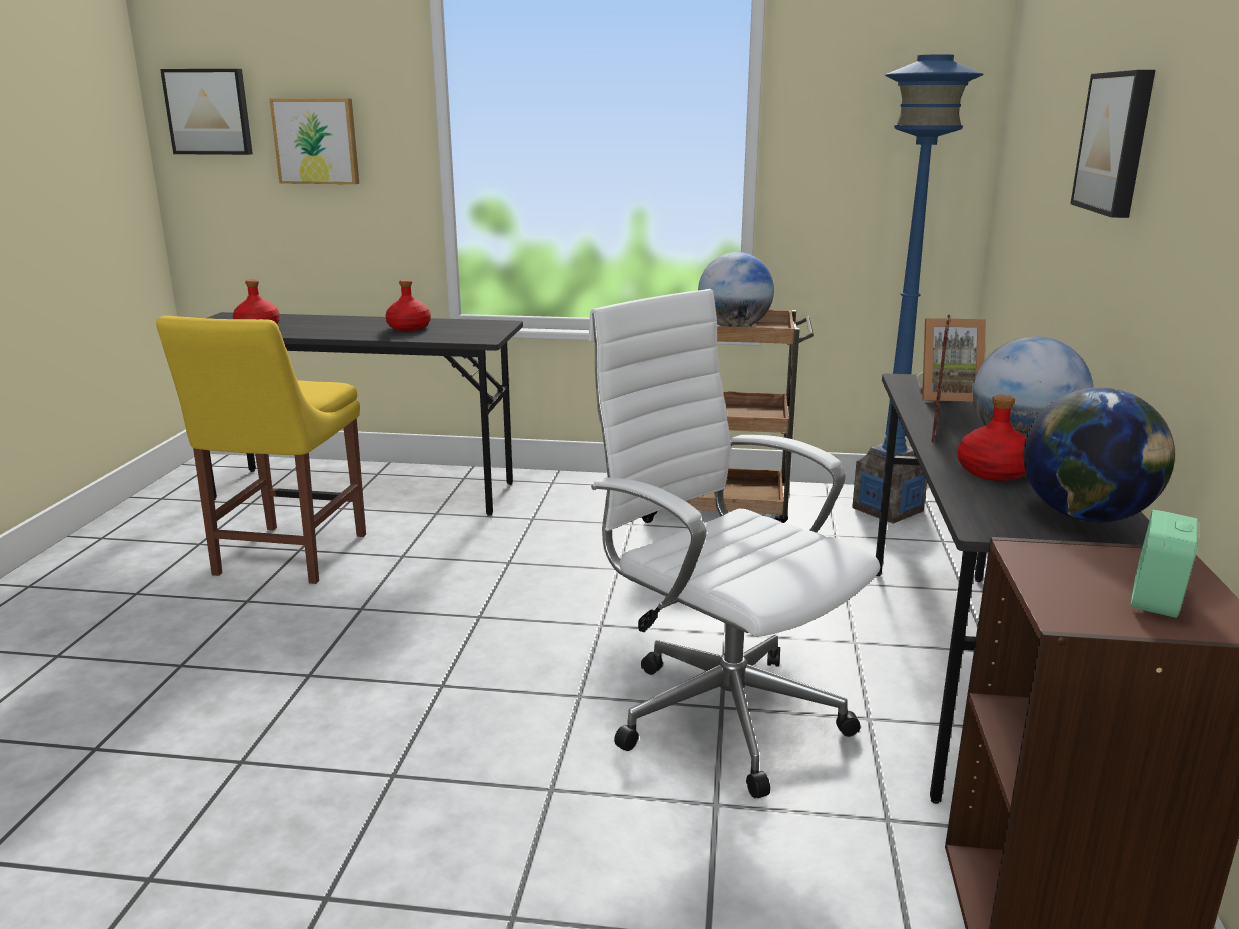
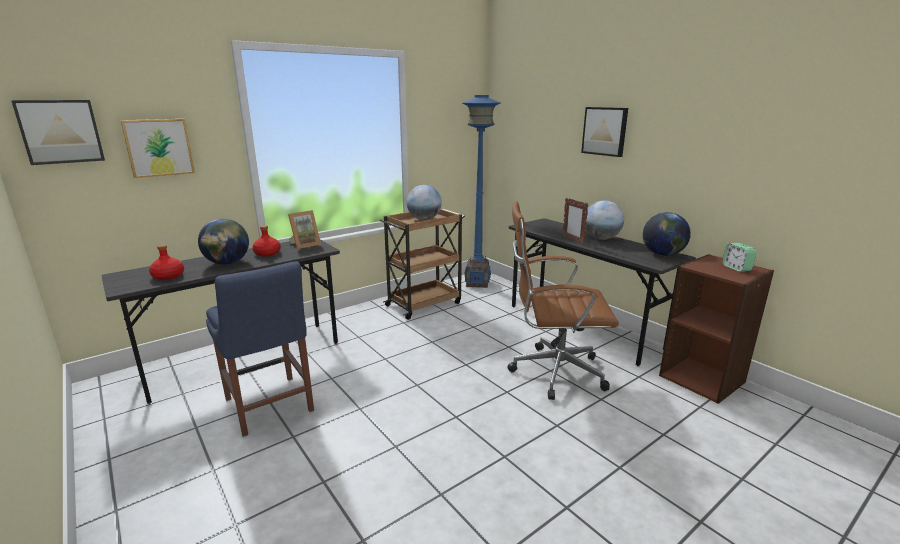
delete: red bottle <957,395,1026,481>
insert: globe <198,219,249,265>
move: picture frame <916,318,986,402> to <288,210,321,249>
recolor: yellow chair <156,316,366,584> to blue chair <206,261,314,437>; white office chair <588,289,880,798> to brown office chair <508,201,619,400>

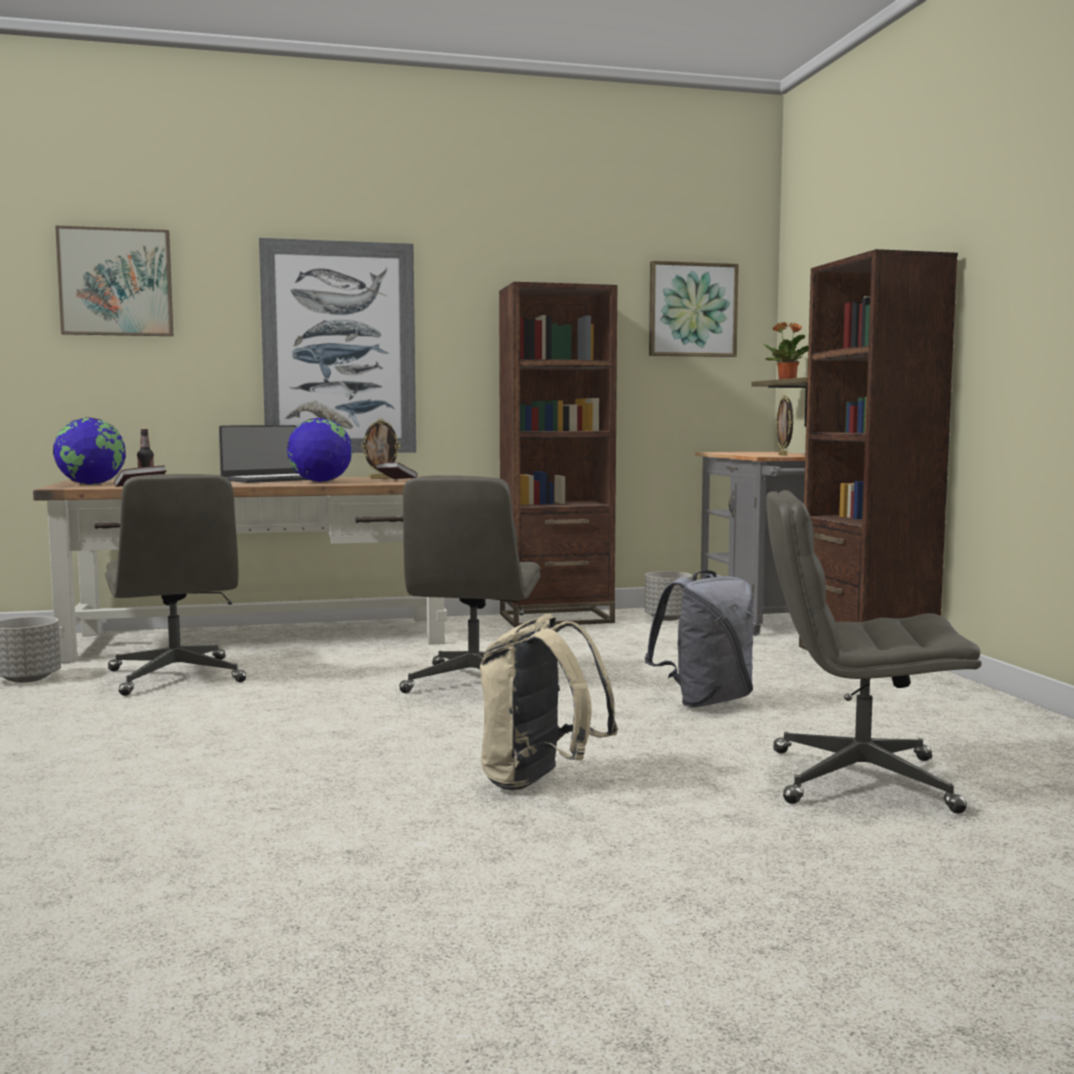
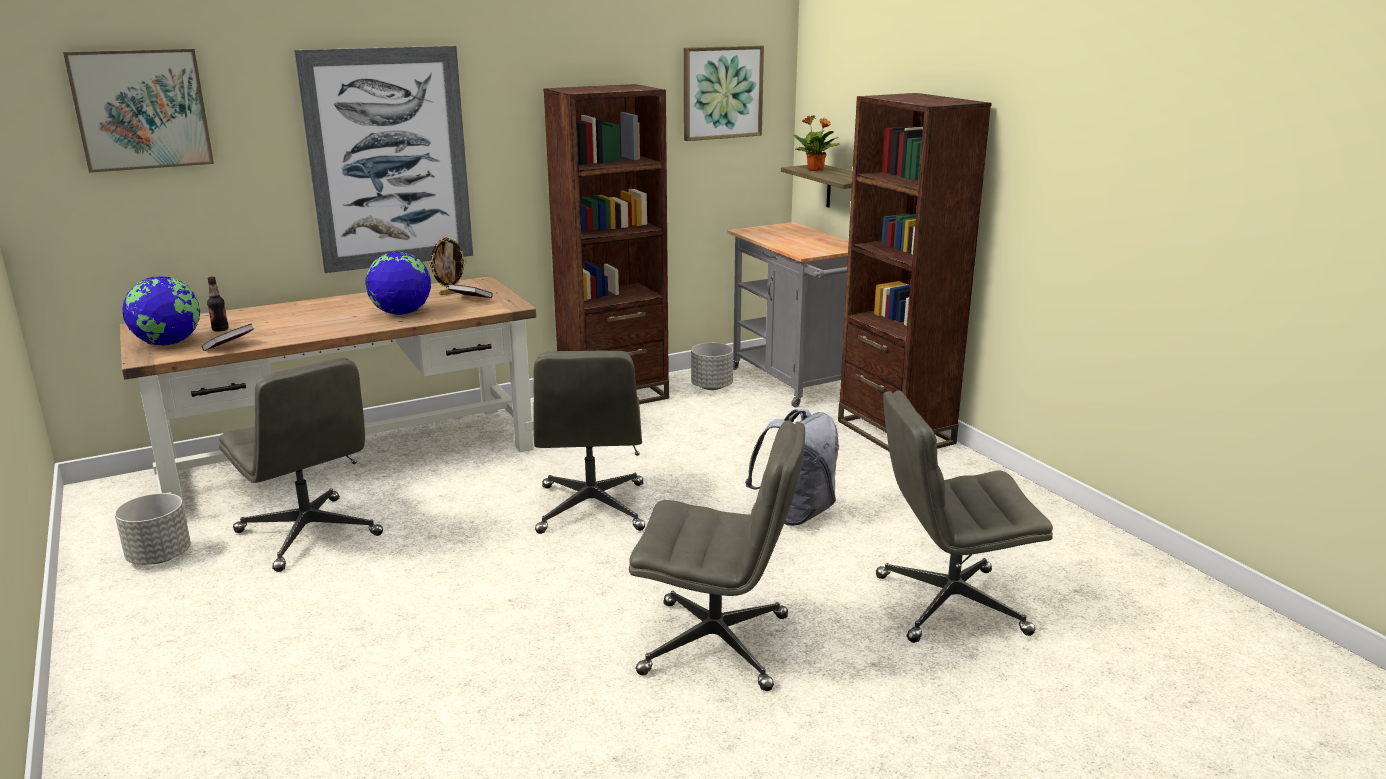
delete: laptop <219,425,308,483>; picture frame <776,394,793,456>
replace: beige backpack <480,614,618,791> to grey office chair <629,420,805,691>

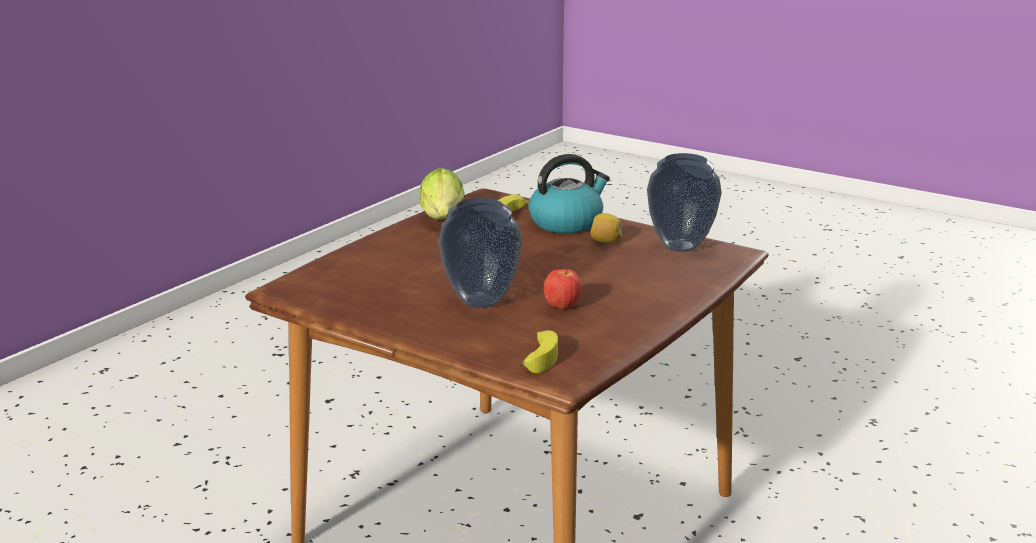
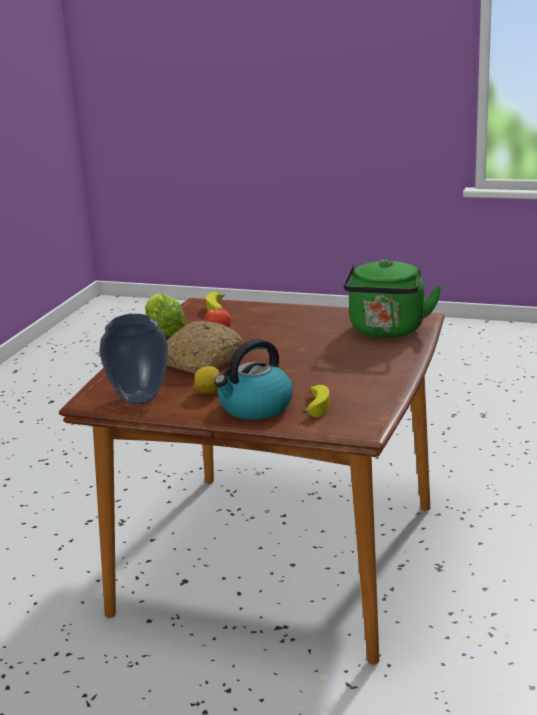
delete: vase <439,198,522,308>
insert: bread <167,321,244,373>; green kettle <343,259,442,338>
move: lettuce <420,168,465,219> to <145,294,186,337>

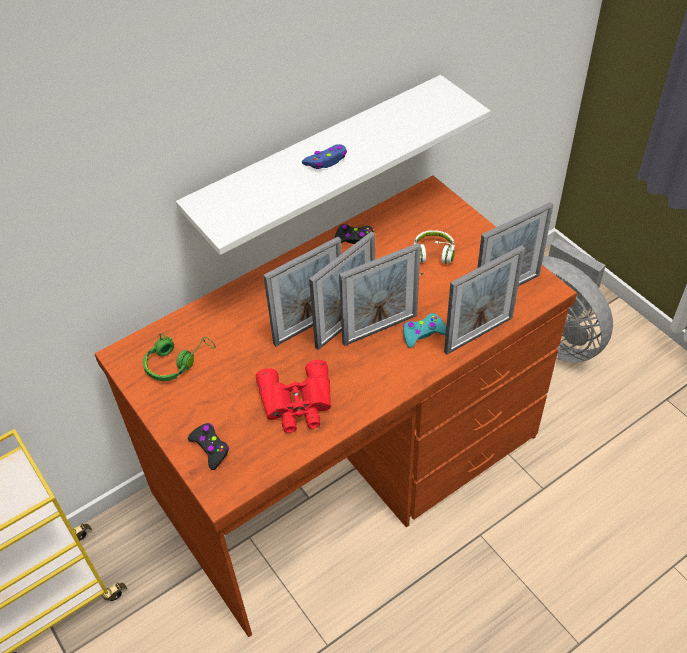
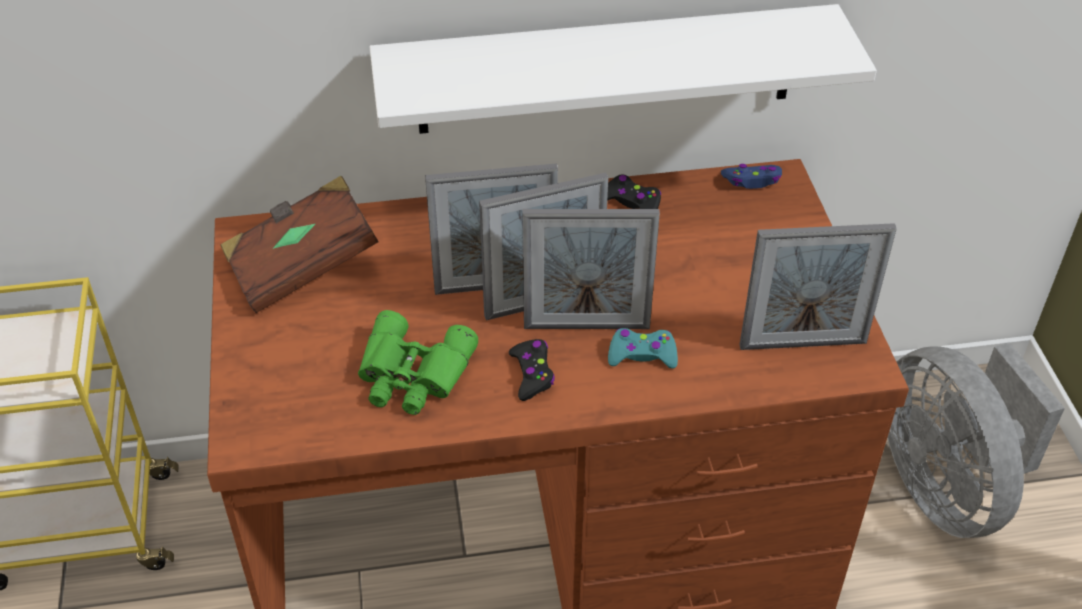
delete: white headphones <414,230,455,275>; picture frame <444,245,525,354>
move: black game controller <188,423,229,470> to <509,339,555,401>; blue game controller <302,144,347,169> to <721,164,782,189>
replace: green headphones <143,333,216,381> to brown book <220,176,379,313>
recolor: red binoculars <256,360,331,433> to green binoculars <358,310,478,415>

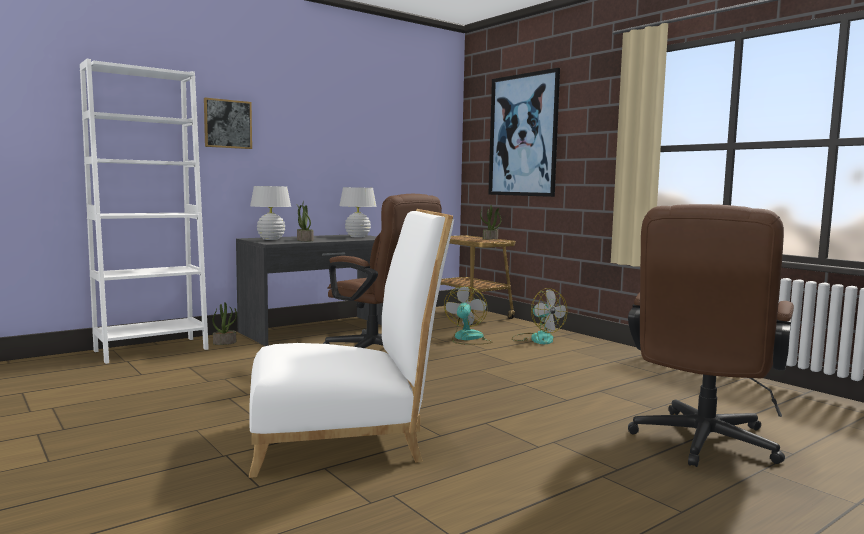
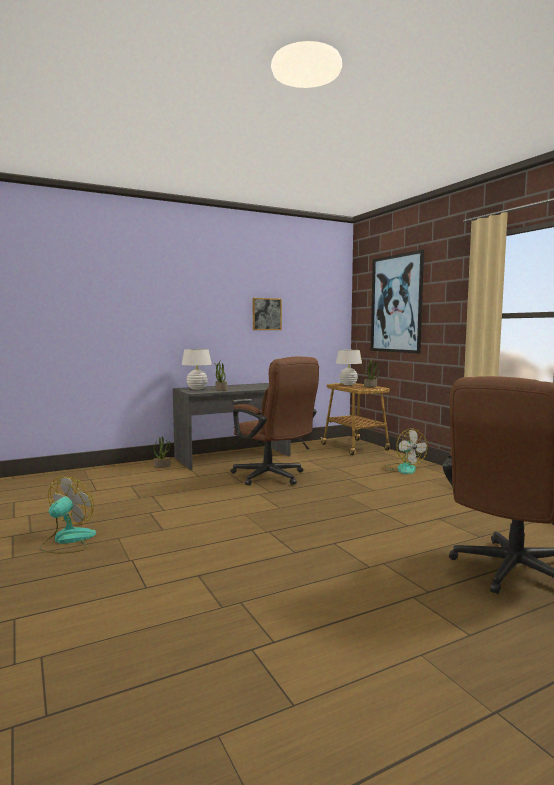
delete: white bookcase <80,59,209,364>; white chair <249,209,454,478>
move: fan <444,286,492,345> to <39,477,96,553>; picture <204,98,252,149> to <253,298,282,330>; white table lamp <339,187,377,237> to <336,350,362,385>

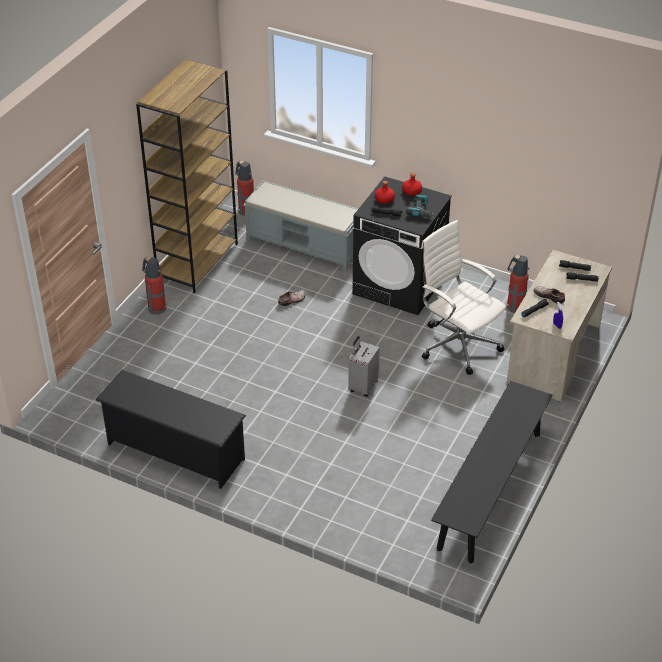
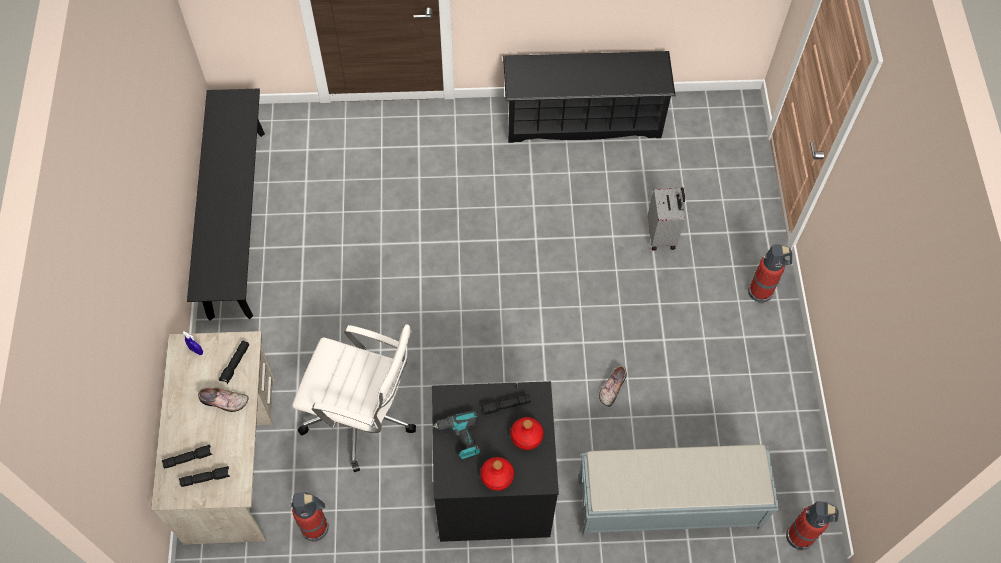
delete: brown bookcase <136,59,238,293>
move: grey suitcase <348,336,380,397> to <647,187,685,251>

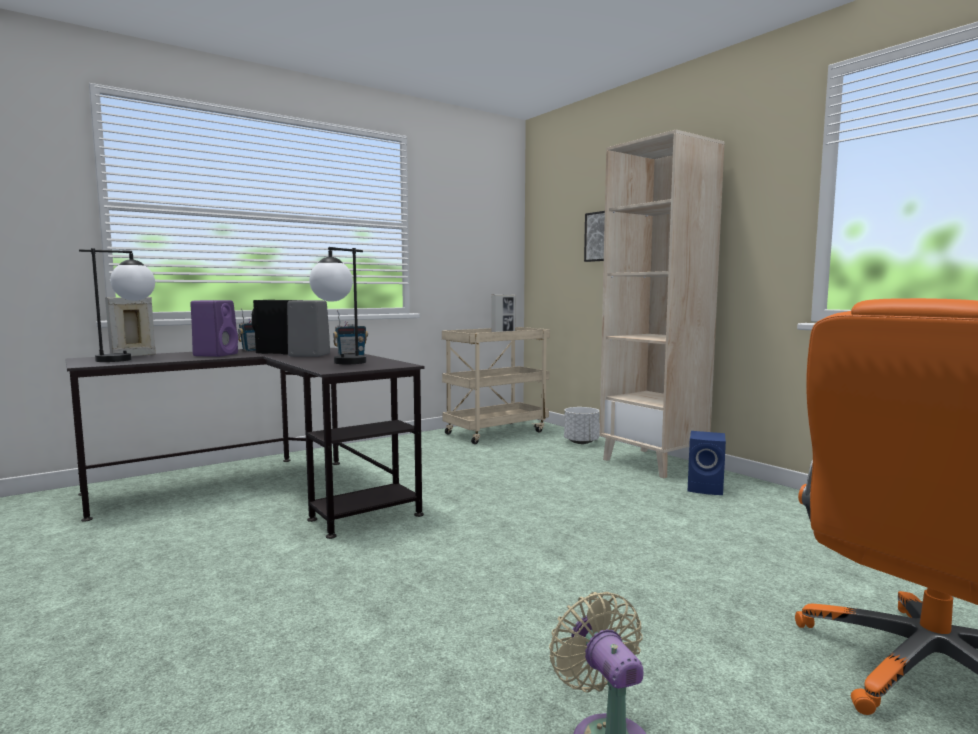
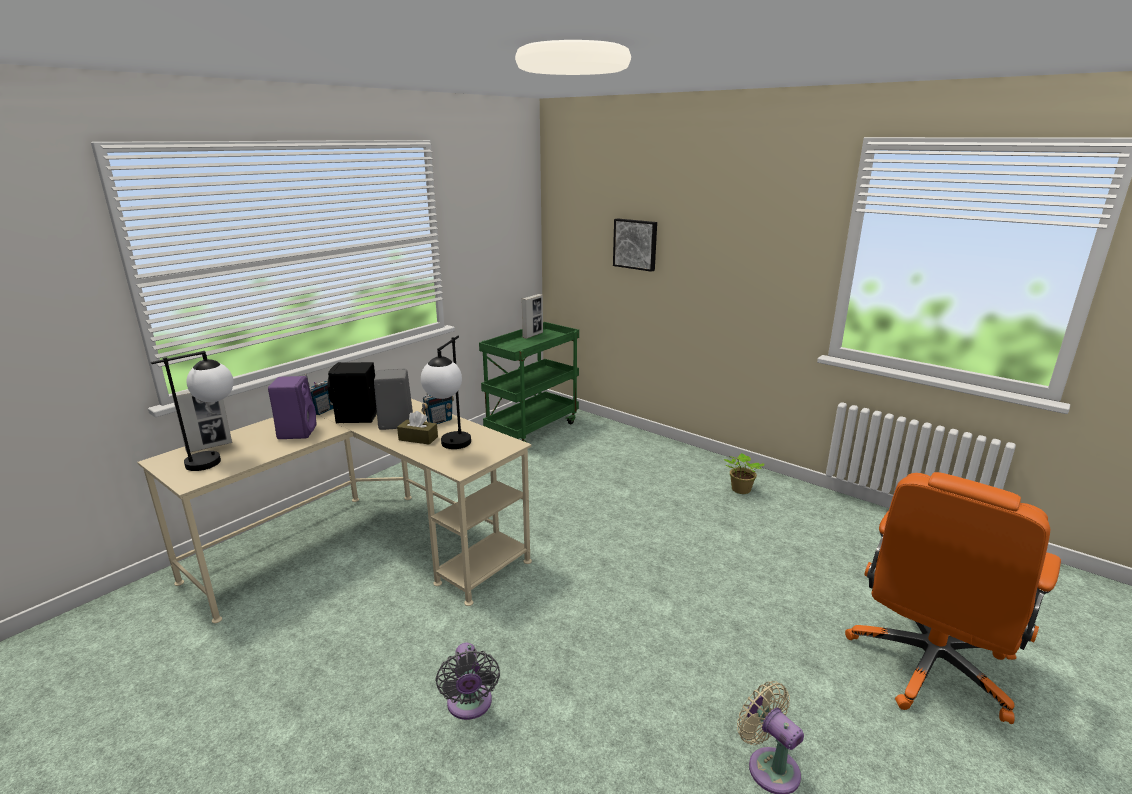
delete: white planter <564,407,600,444>; beige bookcase <599,129,725,478>
insert: brown tissue box <397,411,438,445>; grey fan <436,643,500,720>
replace: blue speaker <688,431,726,495> to potted plant <724,453,764,494>
recolor: black desk <65,348,424,539> to beige desk <137,399,532,623>; beige cart <442,327,550,444> to green cart <479,322,579,442>
rotate: picture frame <105,297,156,356> = <172,390,232,452> 150 degrees counterclockwise

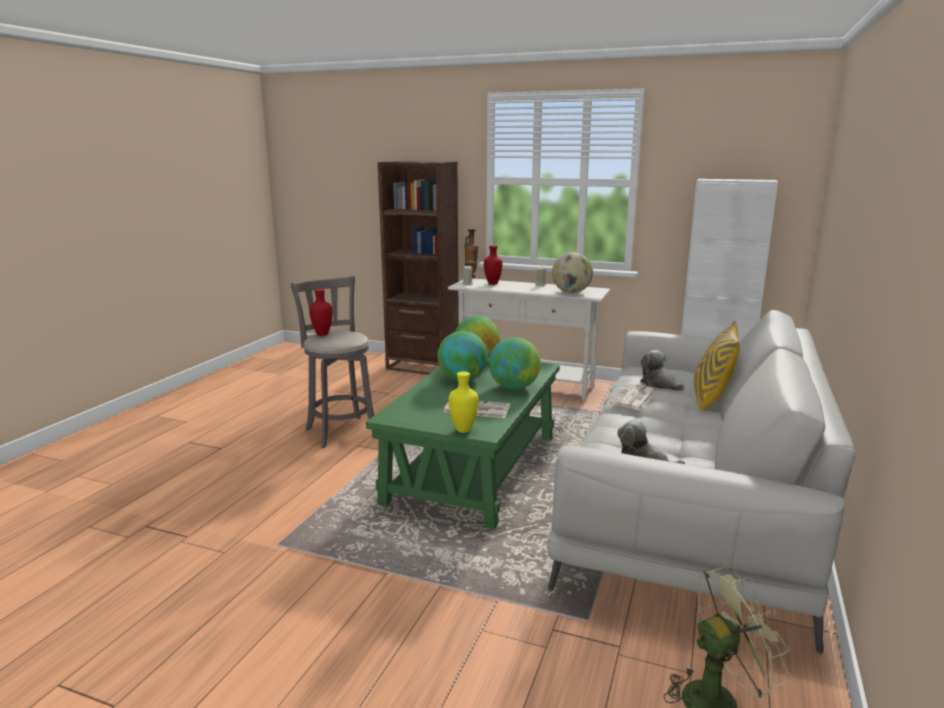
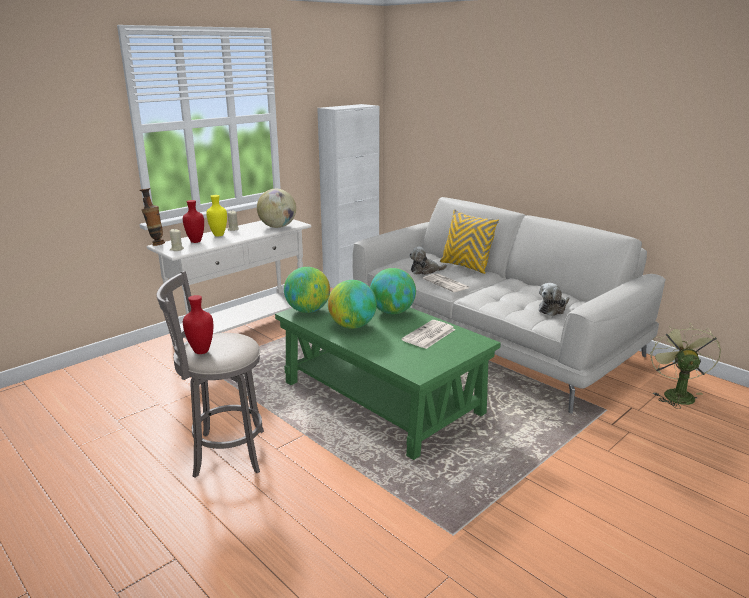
delete: brown bookcase <378,161,459,375>
move: yellow vase <448,372,478,433> to <206,195,227,236>

